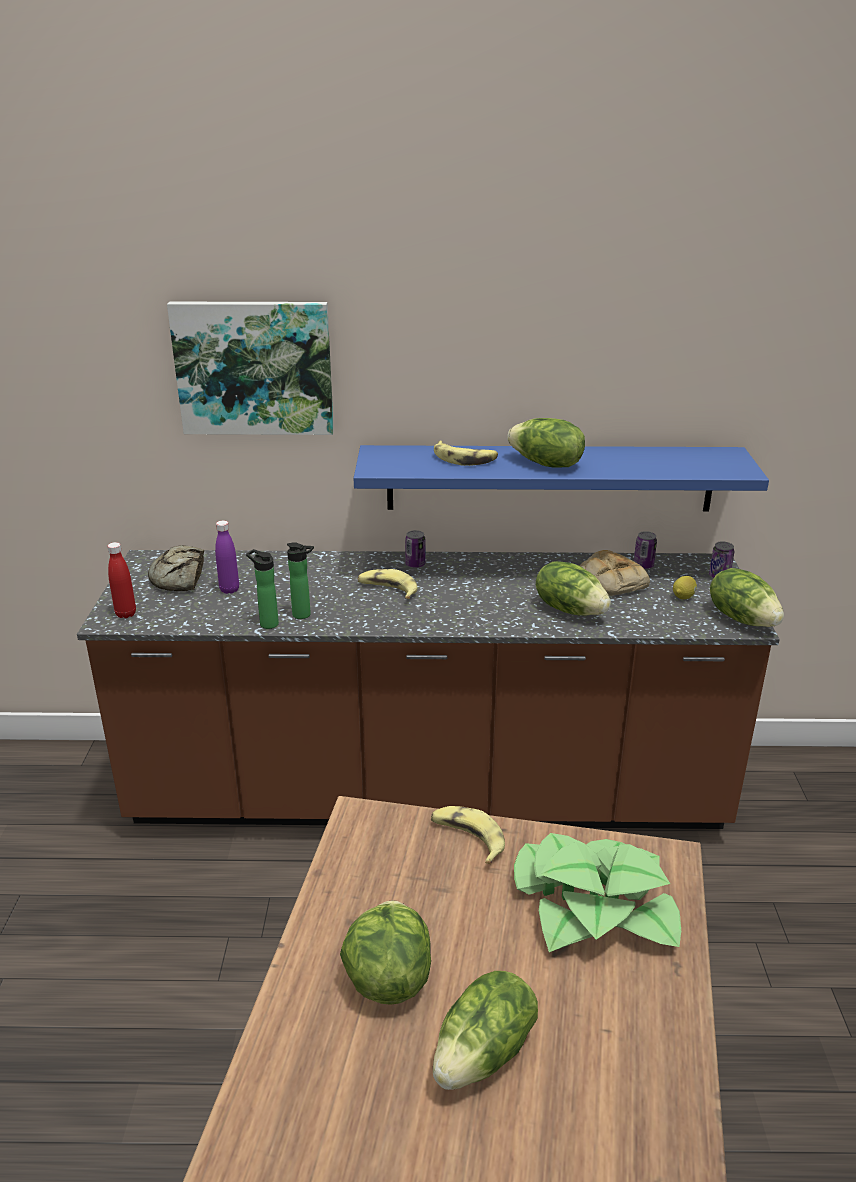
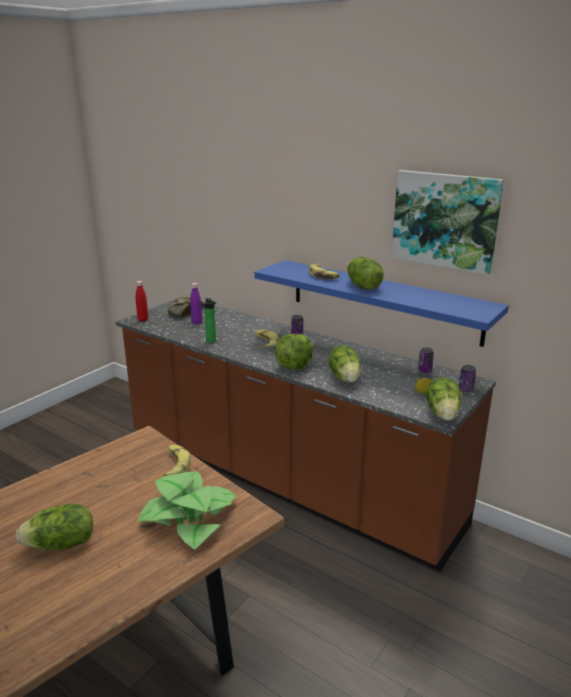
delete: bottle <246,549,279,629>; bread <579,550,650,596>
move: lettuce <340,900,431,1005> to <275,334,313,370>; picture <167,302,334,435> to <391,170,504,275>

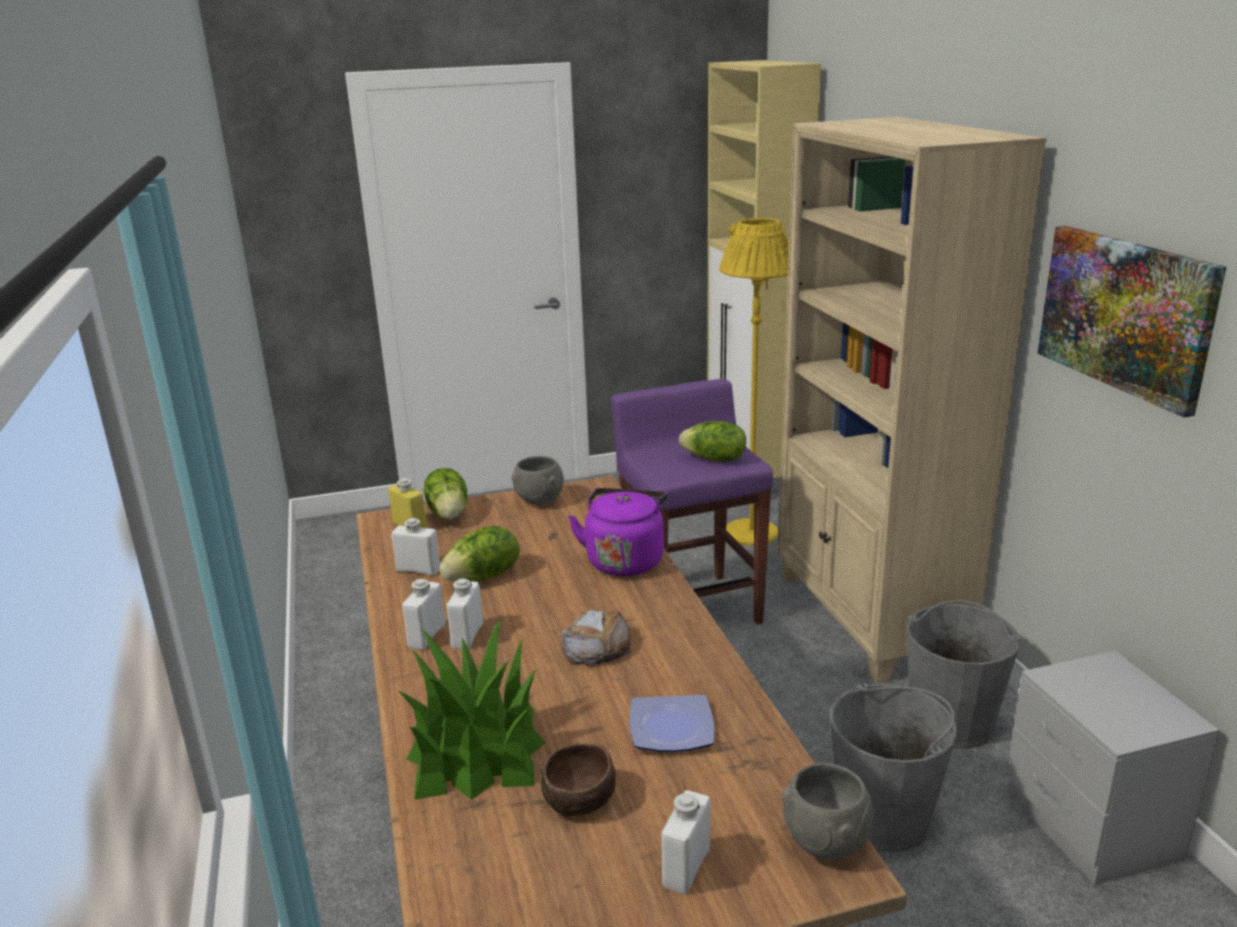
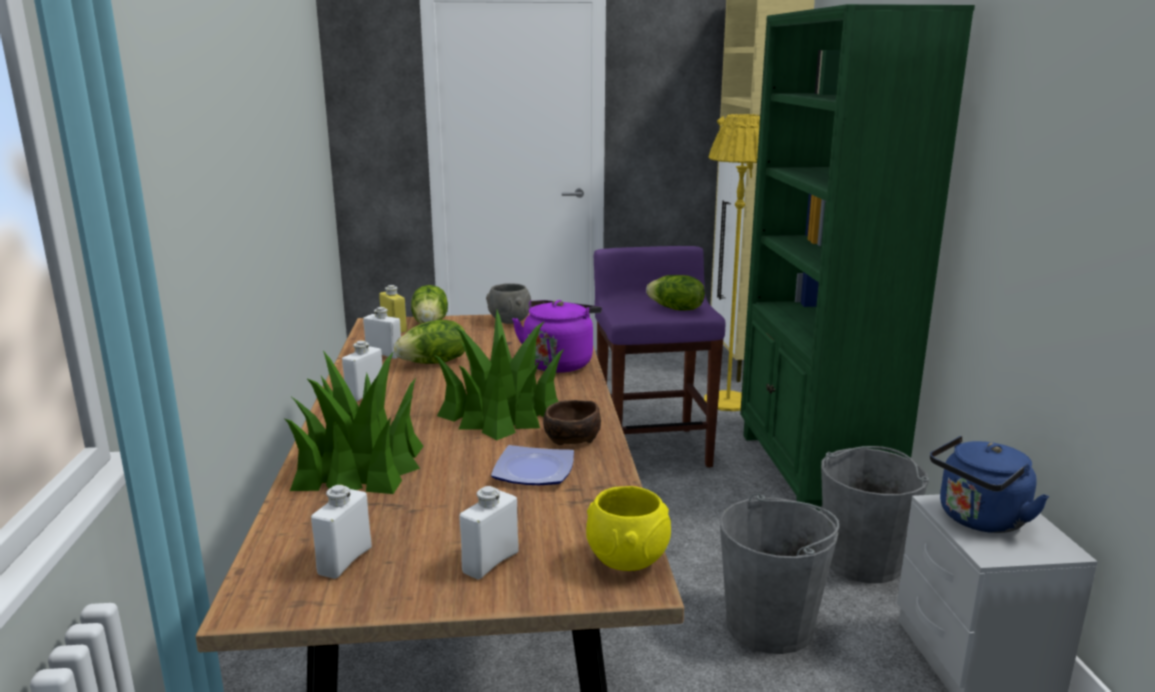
delete: picture <1037,226,1226,417>
insert: blue kettle <930,436,1049,533>
move: white bottle <447,579,483,649> to <311,485,372,579>; brown bowl <541,744,616,817> to <543,400,601,445>
replace: bread <562,610,631,667> to potted plant <434,310,564,440>
recolor: grey bowl <781,763,874,859> to yellow bowl <586,486,671,571>; beige bookcase <778,117,1047,684> to green bookcase <740,4,975,511>

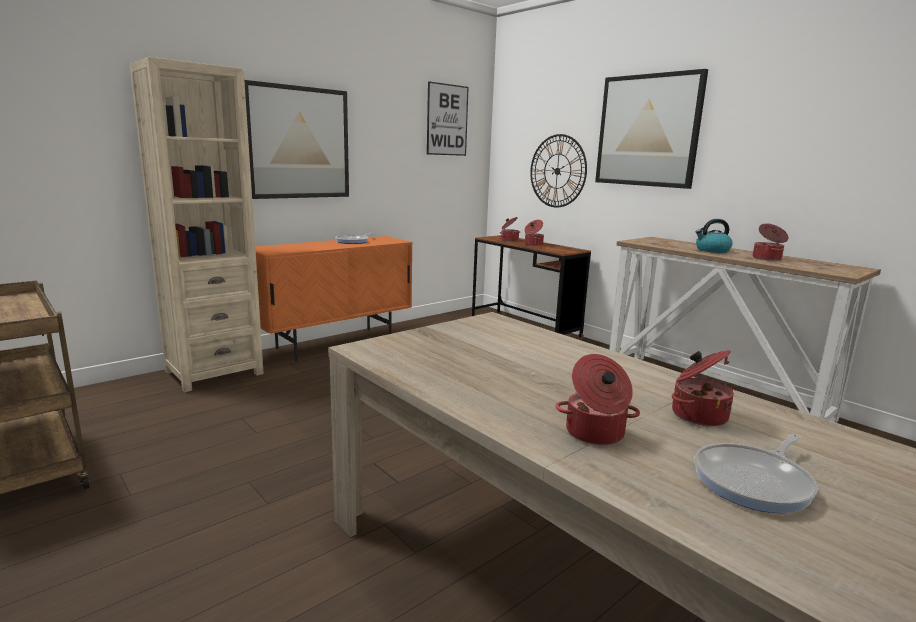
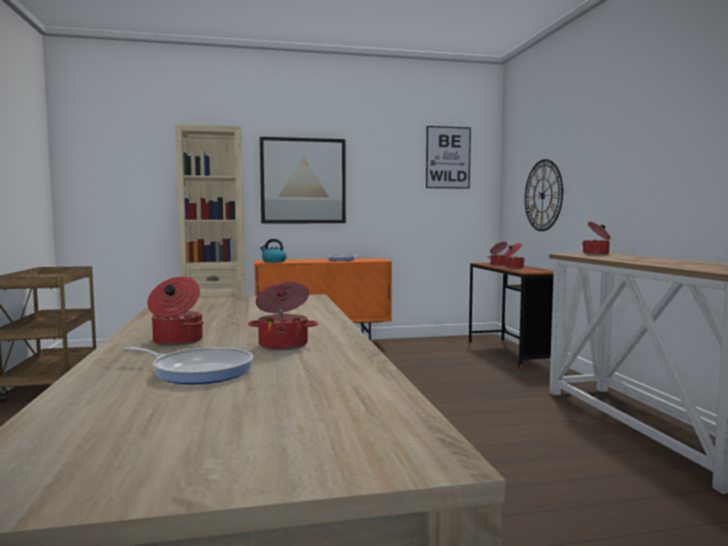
delete: picture <595,69,708,189>
move: kettle <696,219,733,253> to <260,239,287,263>; cooking pot <753,223,788,261> to <582,222,610,255>
rotate: frying pan <695,434,818,513> = <125,347,253,384> 150 degrees counterclockwise

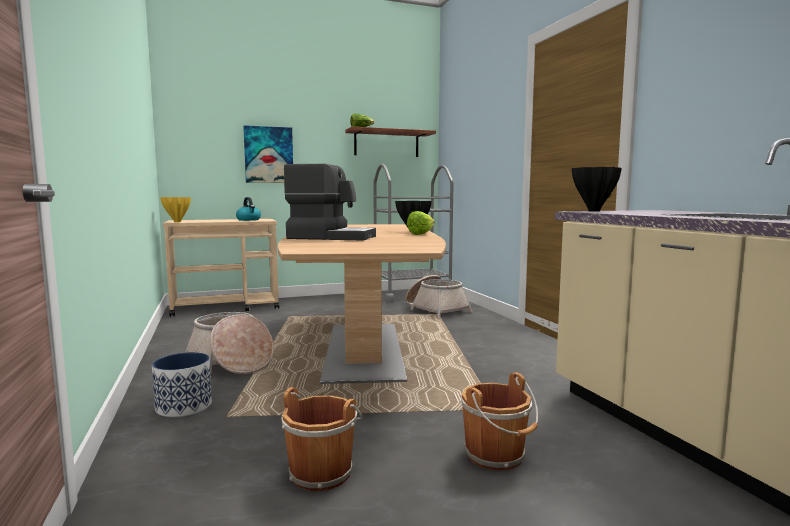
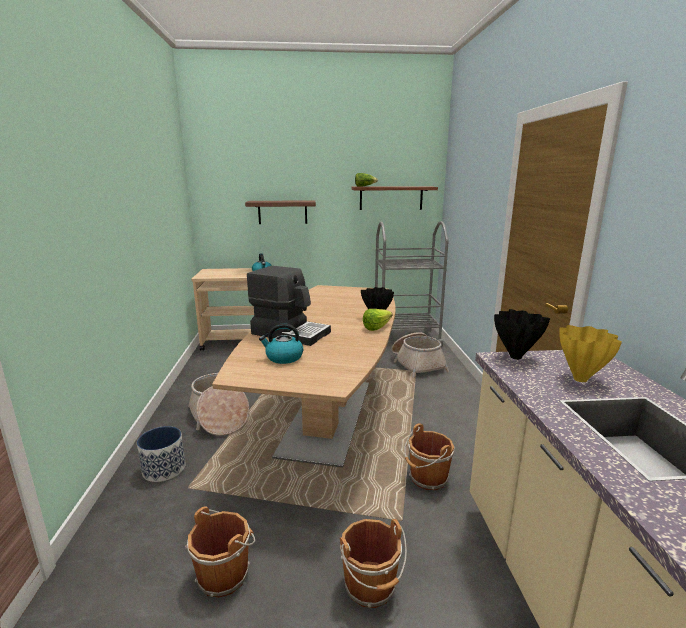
insert: kettle <259,323,303,364>; brown bucket <404,423,455,490>
move: yellow vase <160,197,191,222> to <559,325,622,382>
replace: picture <243,125,293,183> to shelf <245,200,316,224>

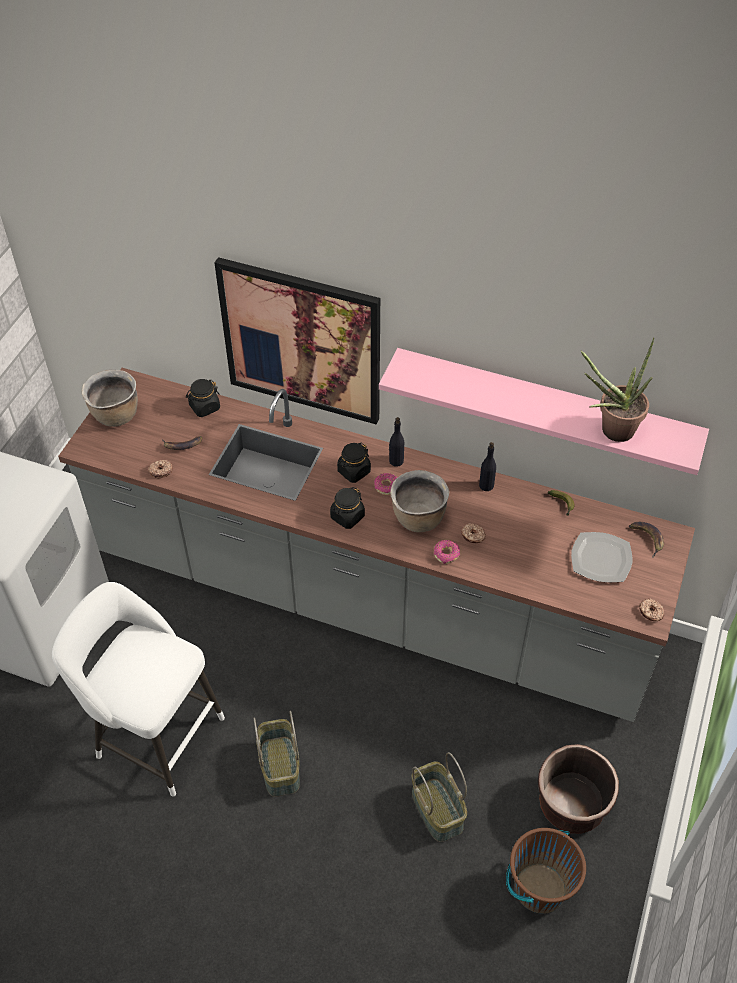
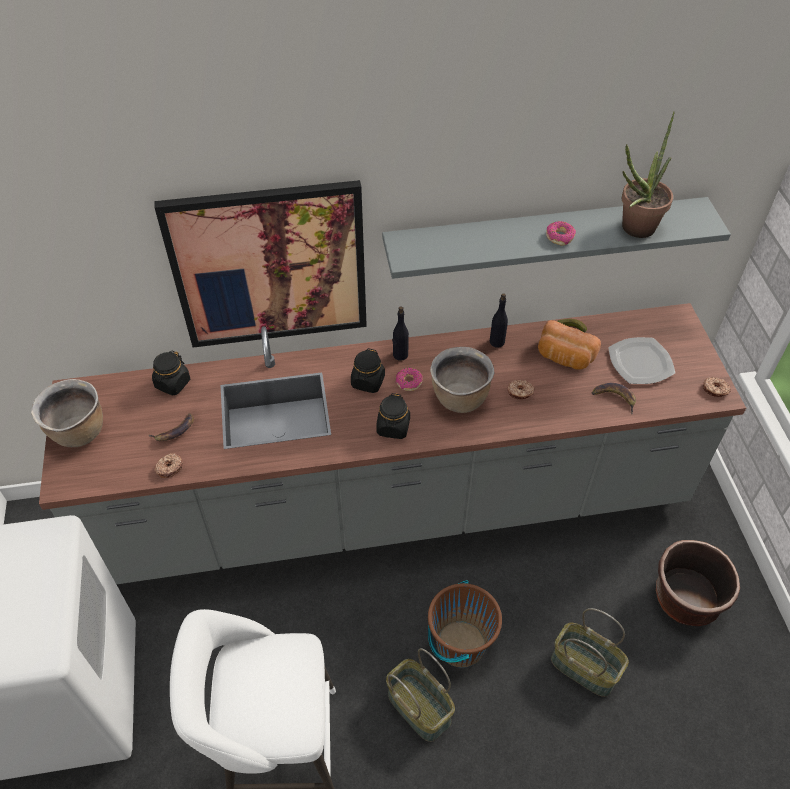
insert: bread <538,320,601,370>
move: brown bucket <506,828,586,914> to <428,580,502,668>; donut <434,540,460,564> to <546,221,576,246>; banana <629,522,664,558> to <592,383,636,415>
recolor: pink shelf <379,348,709,475> to grey shelf <382,197,731,279>

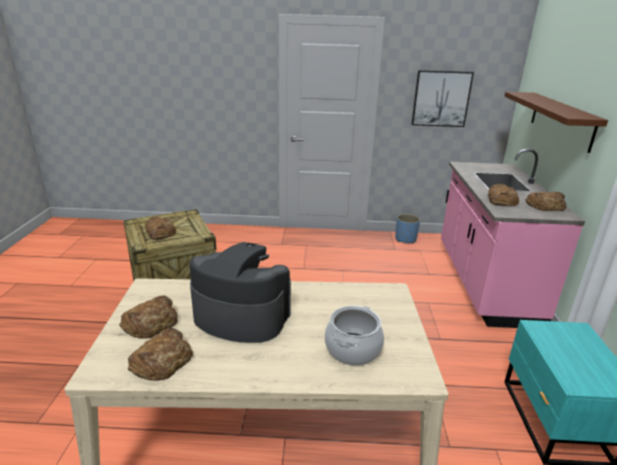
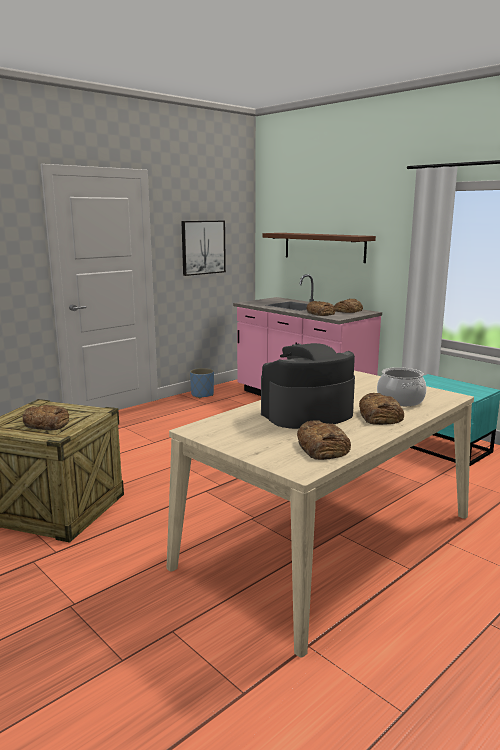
move: bread <119,295,178,339> to <359,393,404,425>

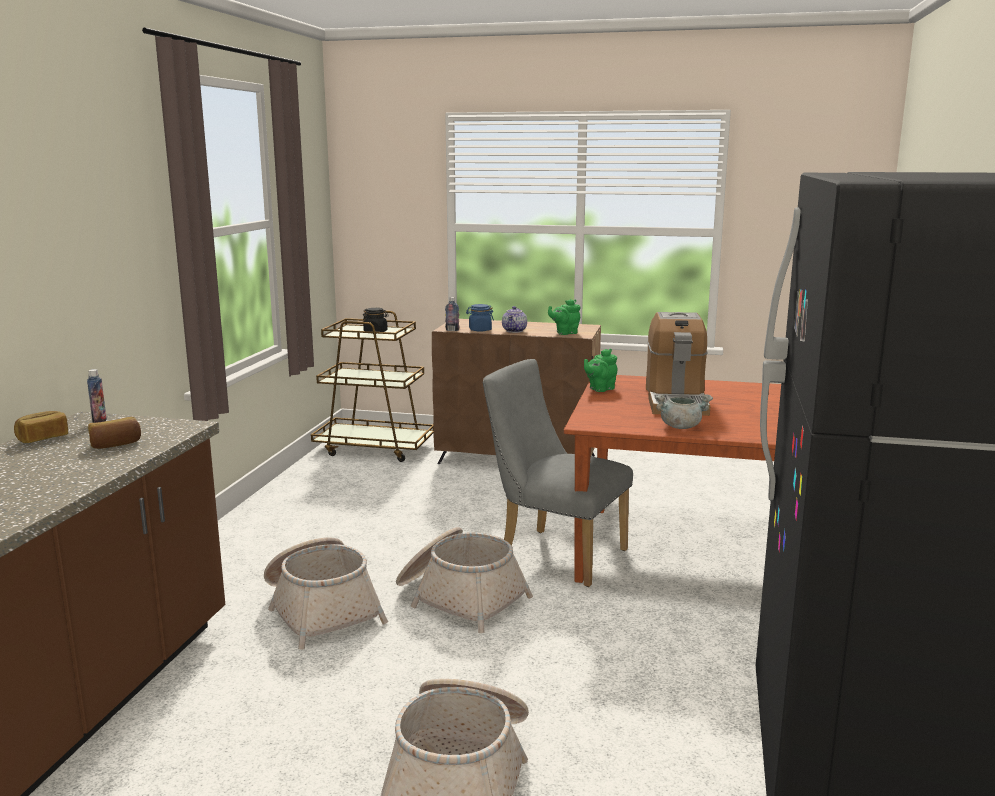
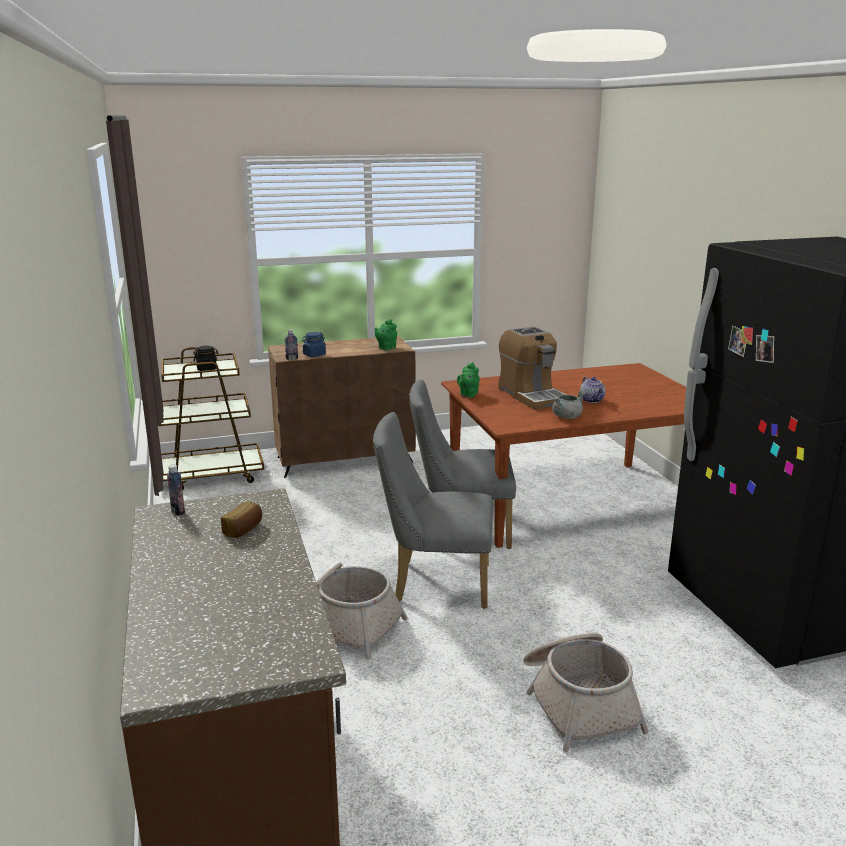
delete: bread <14,411,68,443>
move: teapot <502,306,527,333> to <580,377,605,403>
replace: basket <396,527,533,633> to grey chair <373,412,493,609>

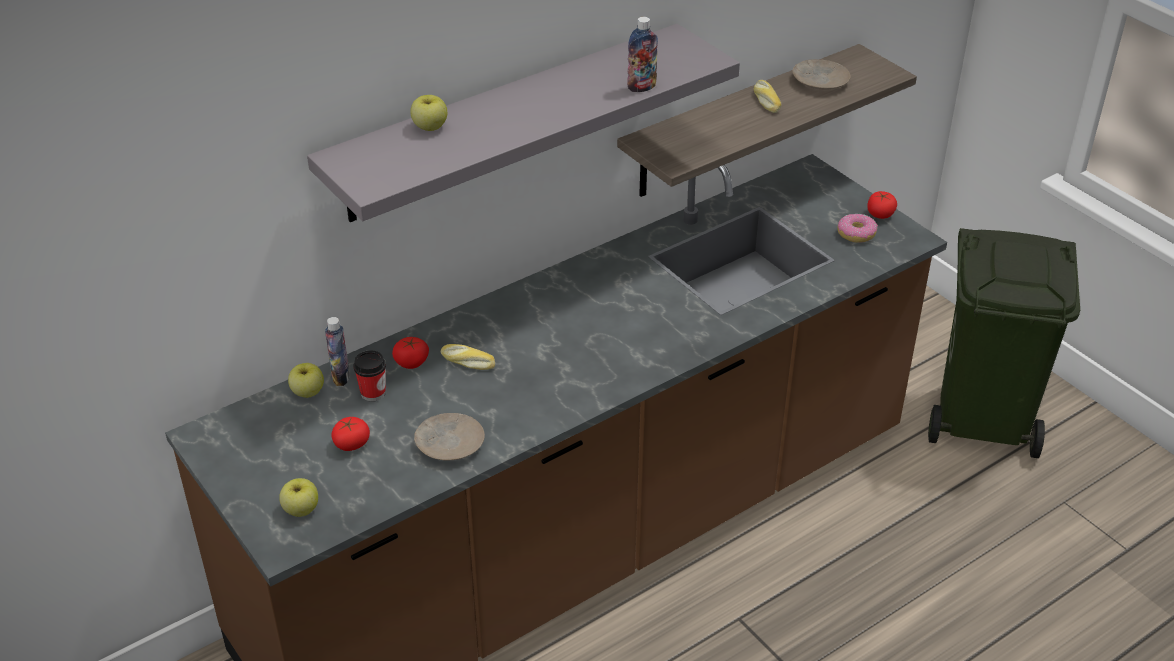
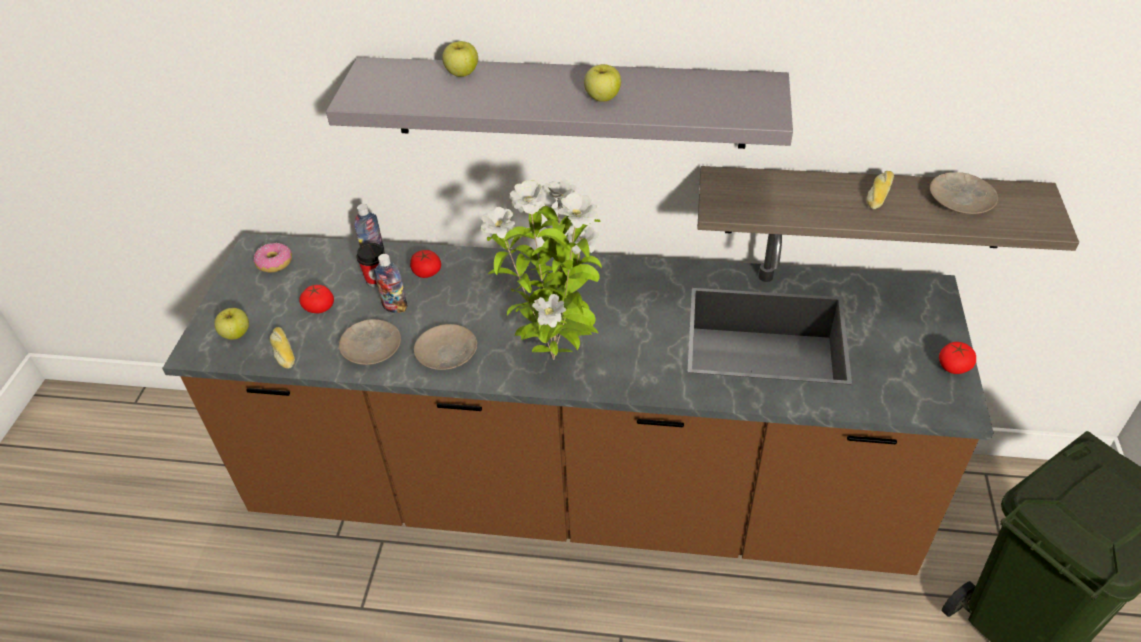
insert: beige plate <414,324,477,370>; potted plant <481,179,602,360>
move: donut <837,214,878,243> to <253,243,292,273>; bread <441,344,495,370> to <270,327,295,369>; bottle <627,17,658,92> to <374,254,408,313>; apple <288,363,324,398> to <584,64,621,102>

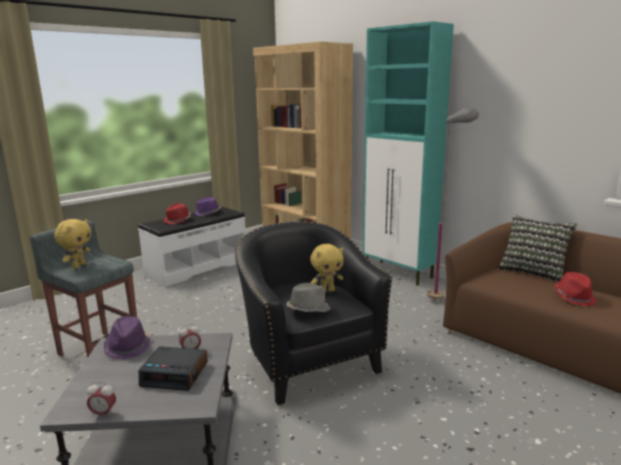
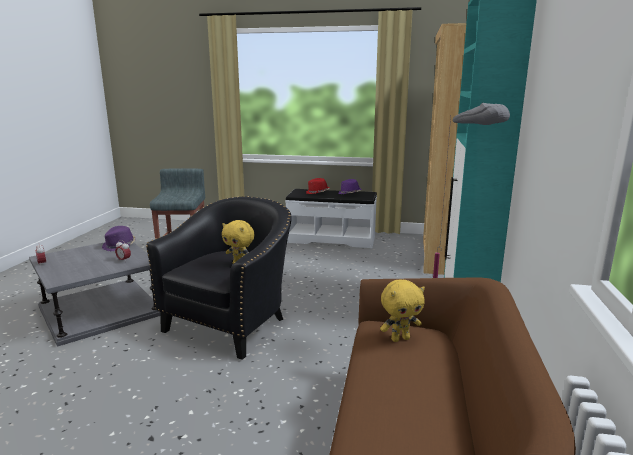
delete: alarm clock <139,346,208,391>; grey hat <286,283,331,312>; pillow <498,215,577,282>; red hat <554,272,596,306>
move: yellow plush toy <54,219,91,269> to <380,280,425,342>

